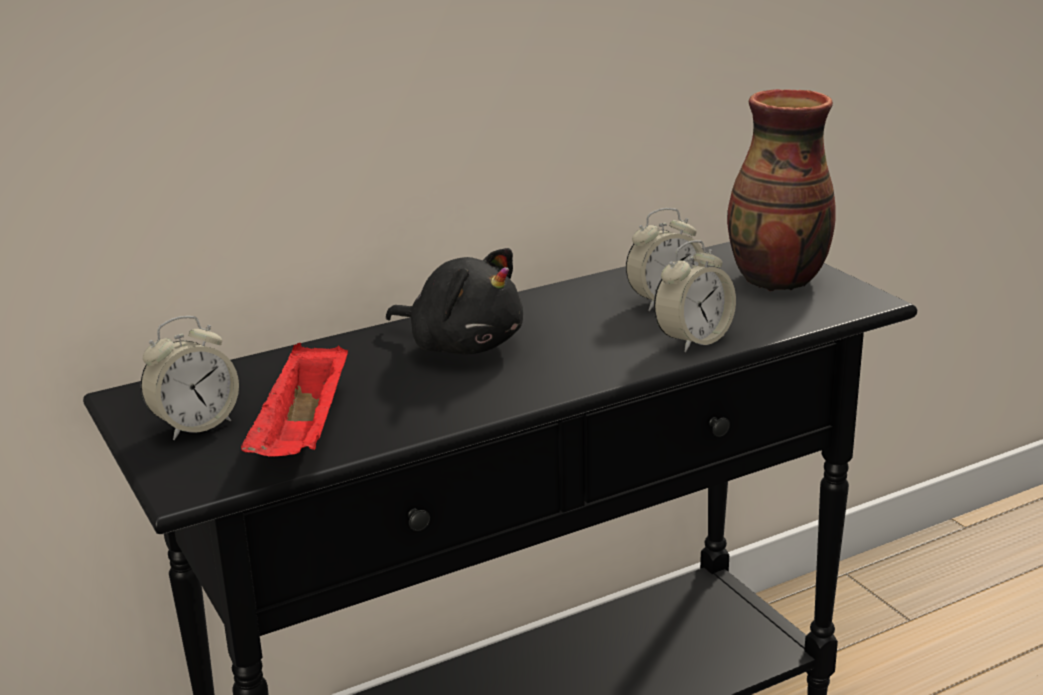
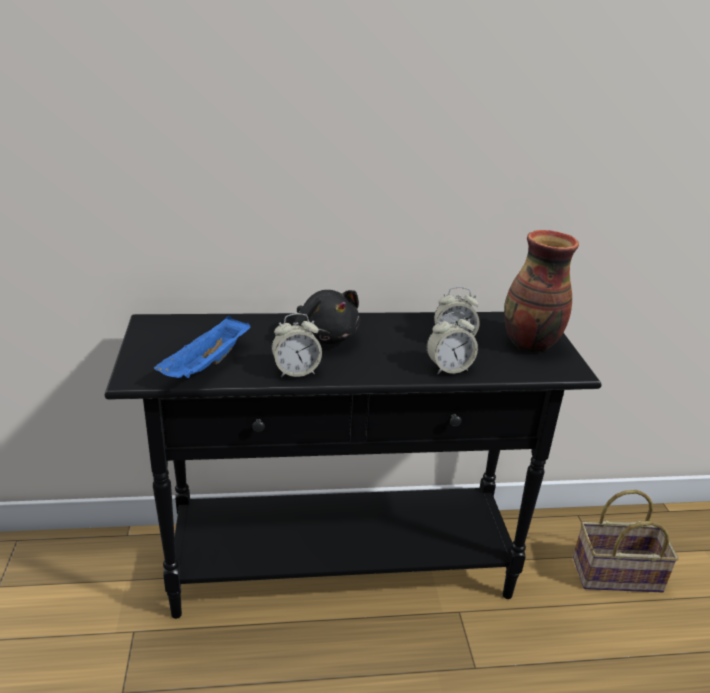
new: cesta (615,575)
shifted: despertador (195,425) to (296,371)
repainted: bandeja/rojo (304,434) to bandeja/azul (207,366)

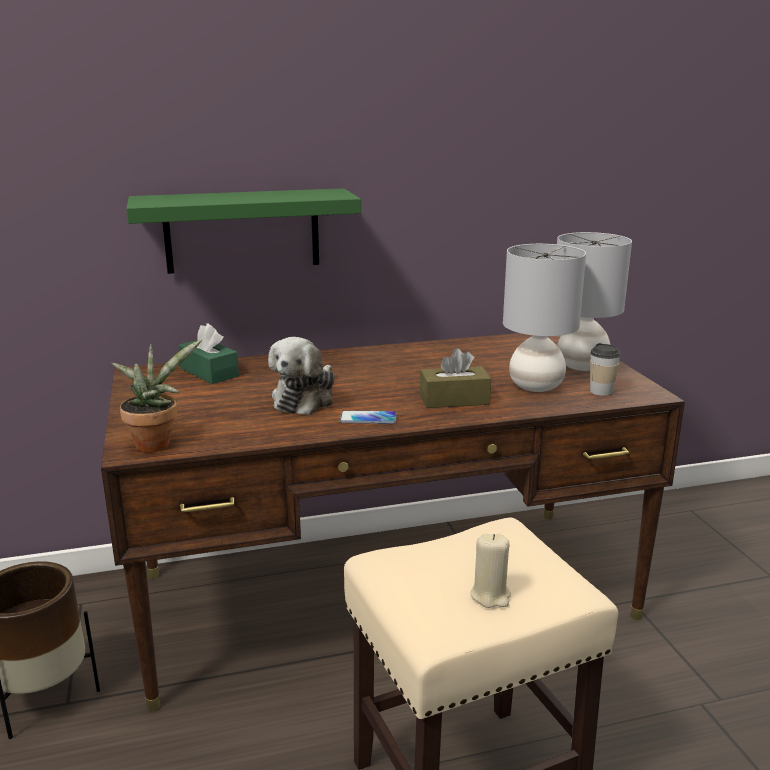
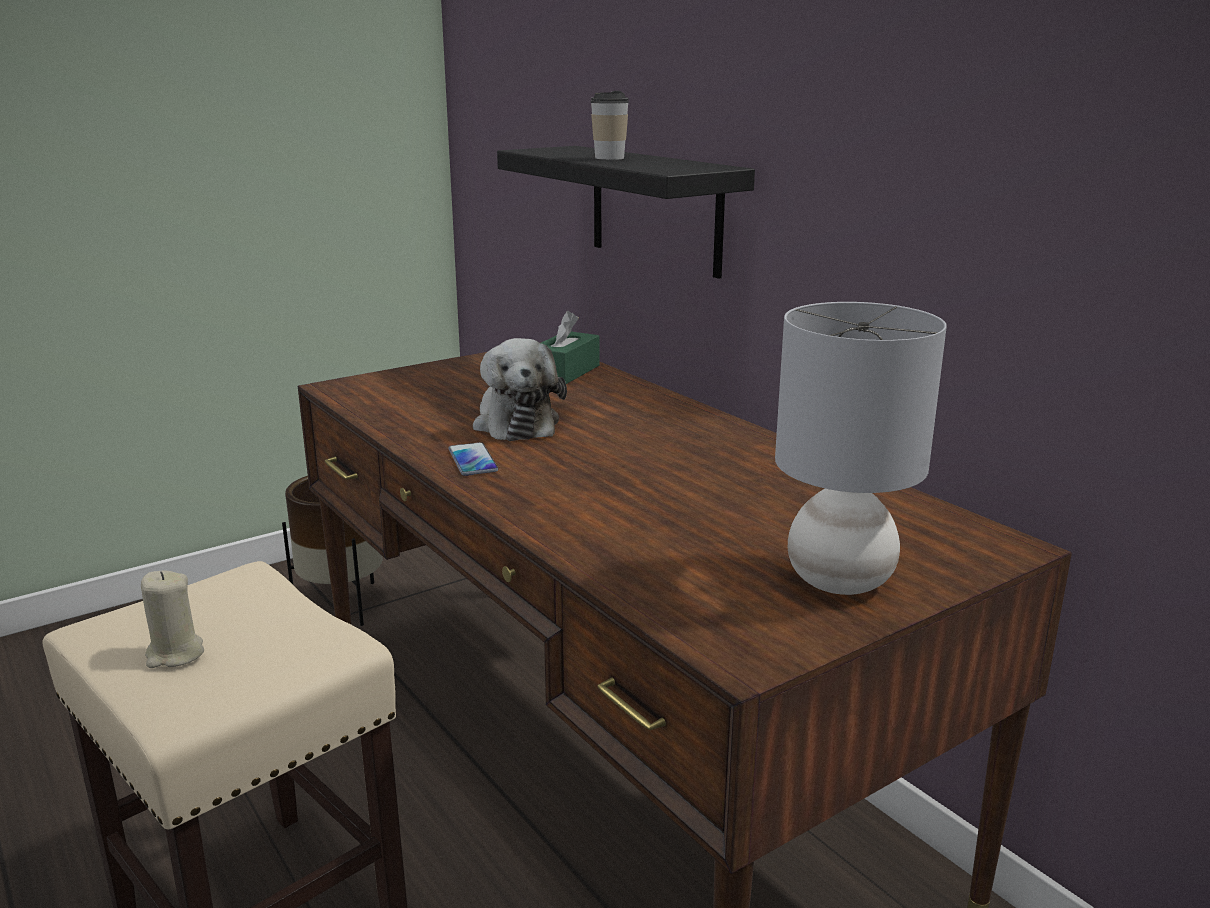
gone: lámpara de mesa/gris (536,386); planta en maceta (156,443); caja de pañuelos/marrón (454,400)
shifted: taza (601,391) to (609,158)
repainted: estante/verde (242,230) to estante/negro (655,209)
rotated: peluche (305,399) = (515,423) 105 degrees counterclockwise

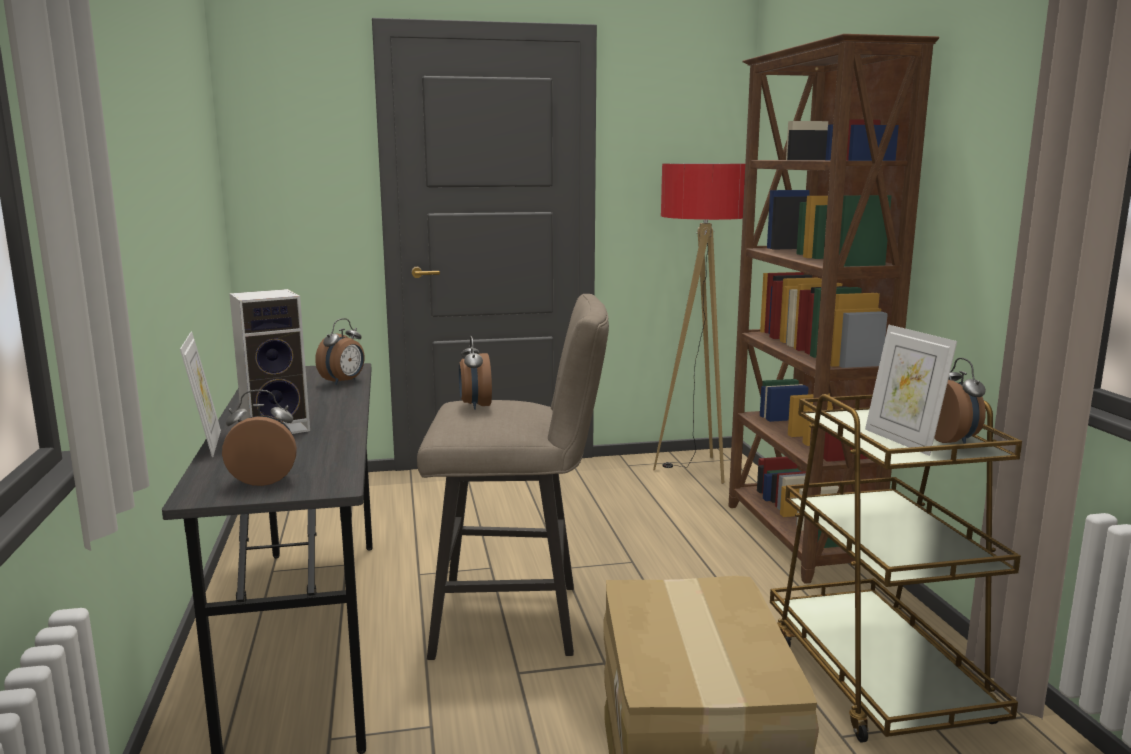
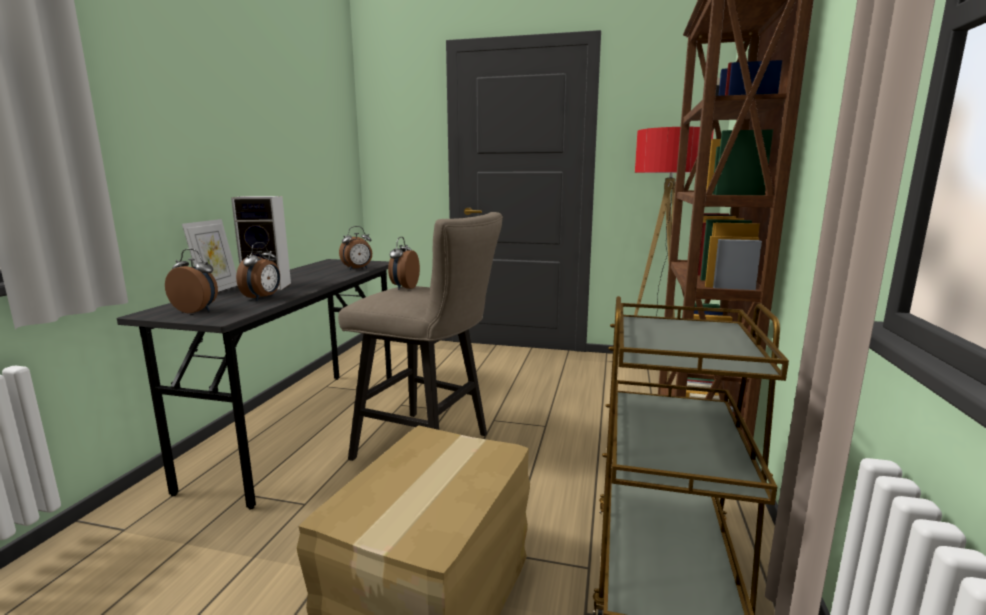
gone: portarretratos (903,441)
shifted: despertador (953,441) to (263,298)

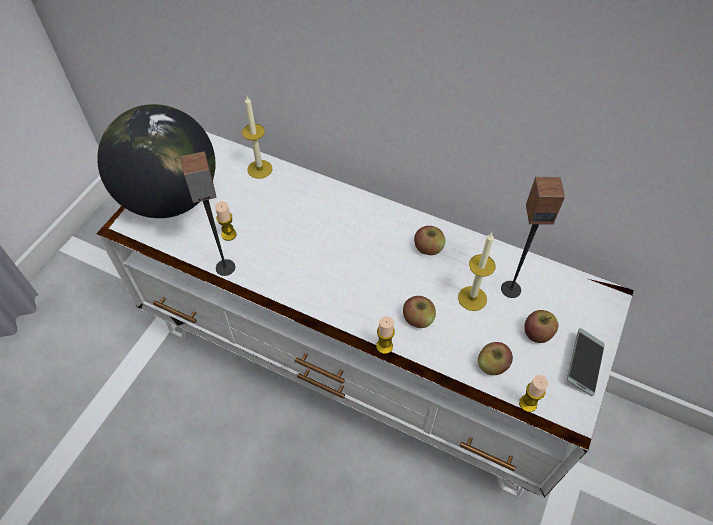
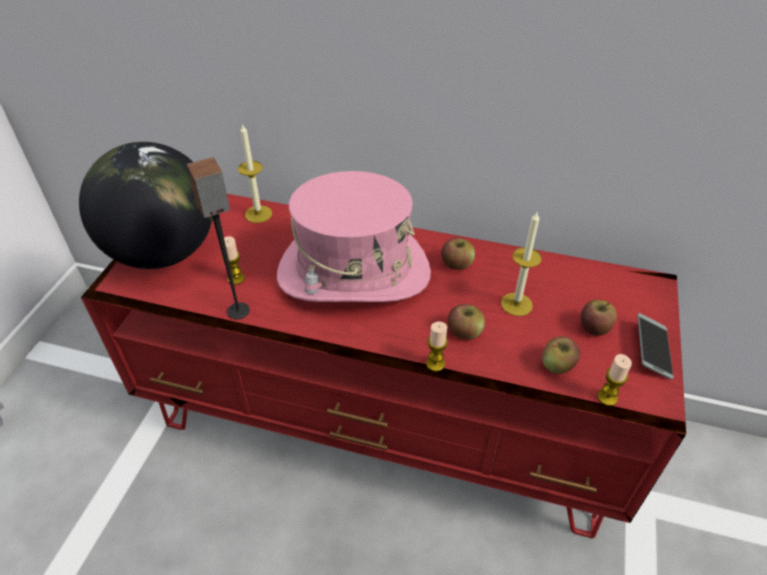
gone: altavoz (511,289)
new: sombrero/rosa (353,273)
repainted: mueble de televisión/blanco (357,362) to mueble de televisión/rojo (384,424)

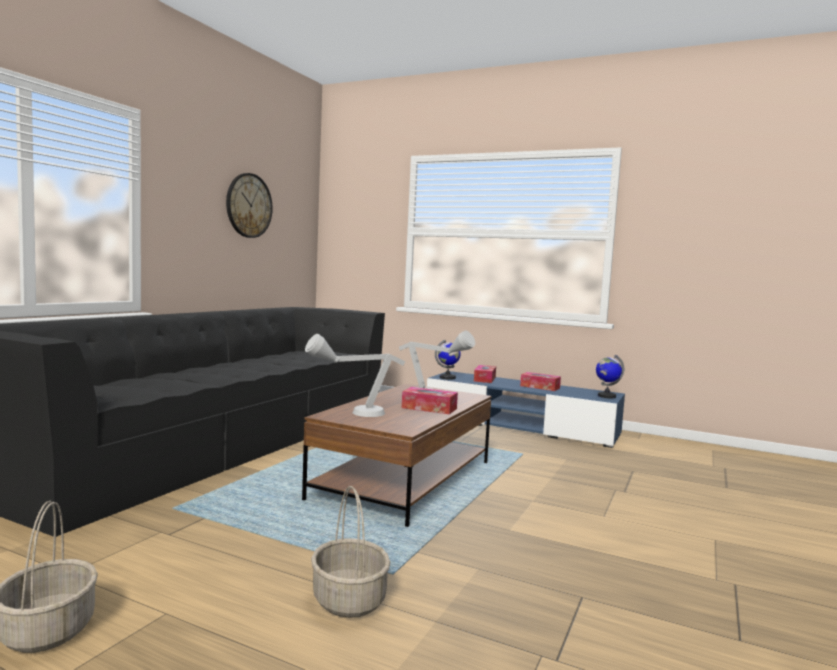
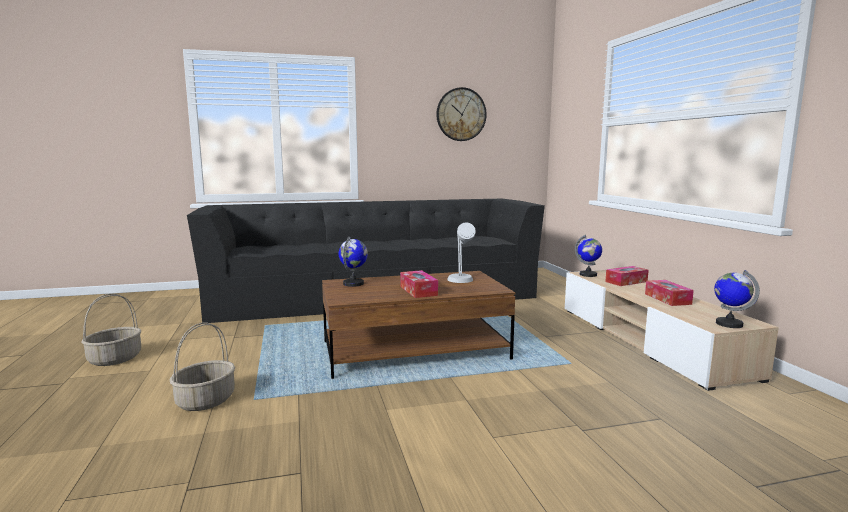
swapped: lámpara de mesa/gris (352,414) to globo terráqueo (353,284)
repainted: mueble de televisión/azul (520,426) to mueble de televisión/beis (648,340)

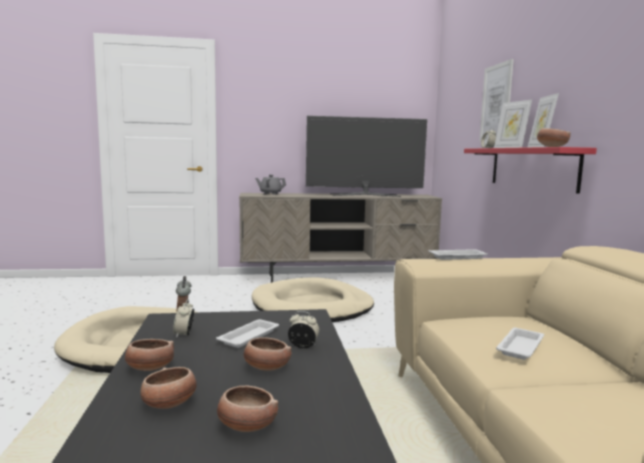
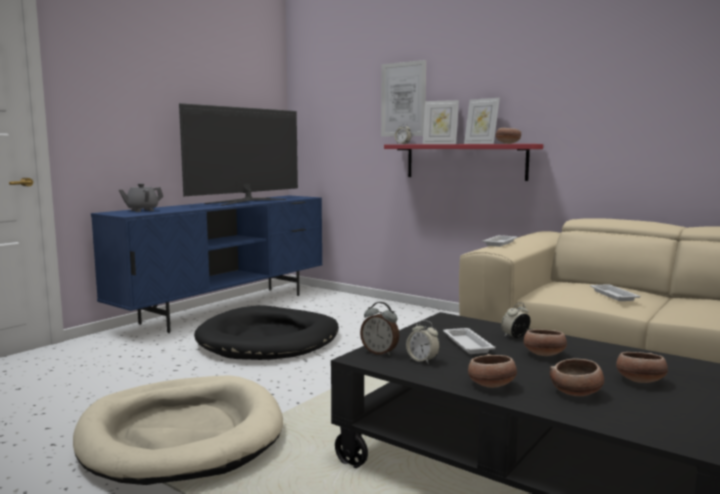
repainted: mueble de televisión/beis (338,279) to mueble de televisión/azul (227,308); cama para perro/beis (312,307) to cama para perro/negro (269,340)

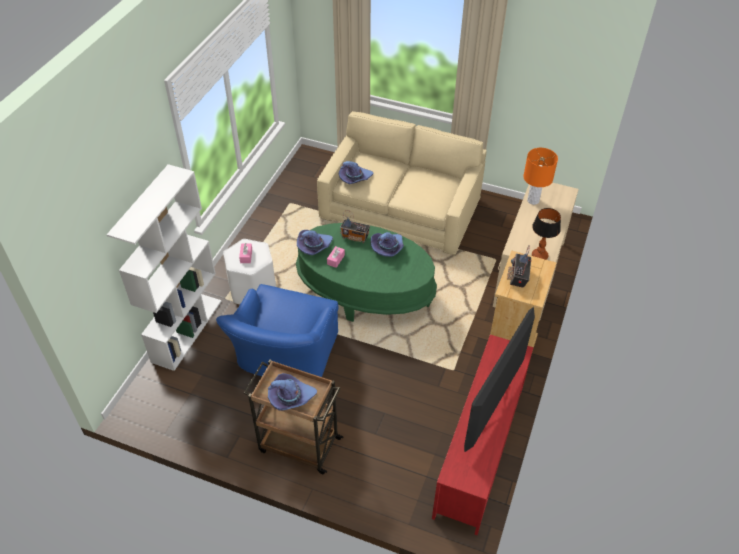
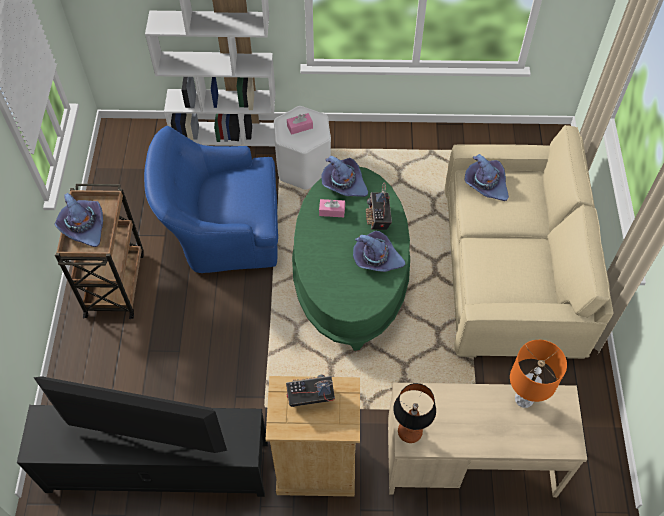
repainted: mueble de televisión/rojo (479,450) to mueble de televisión/negro (157,467)

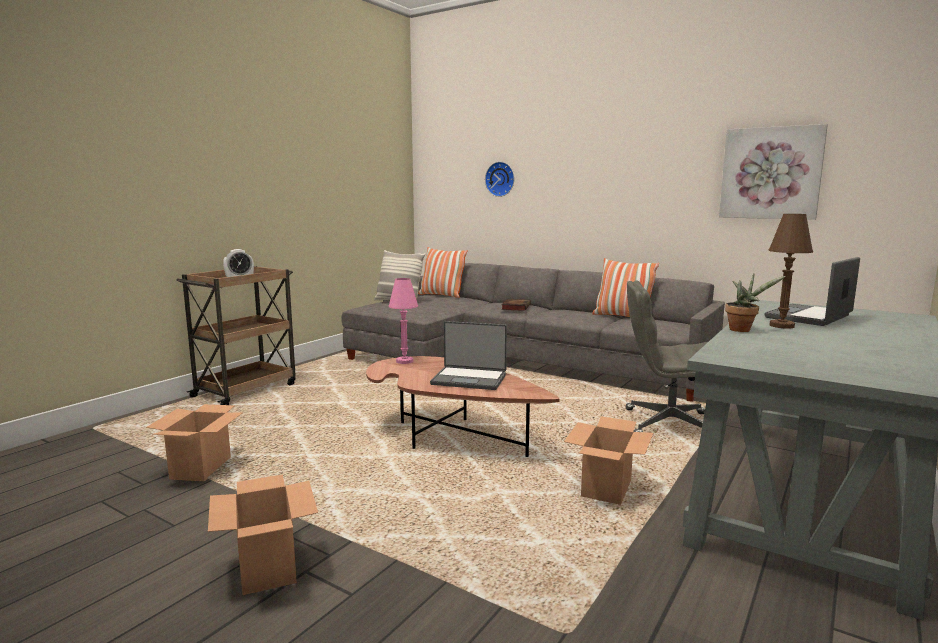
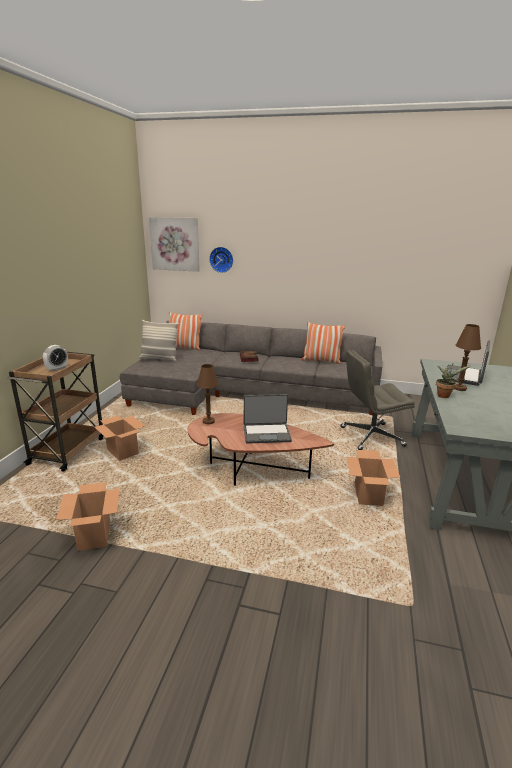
shifted: cuadro (770,173) to (175,244); caja de cartón (267,568) to (122,452)
repainted: lámpara de mesa/rosa (404,361) to lámpara de mesa/marrón (208,421)

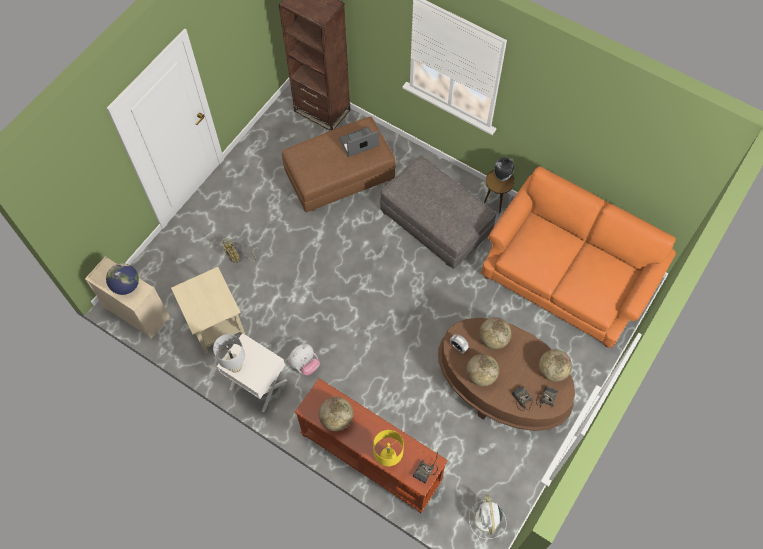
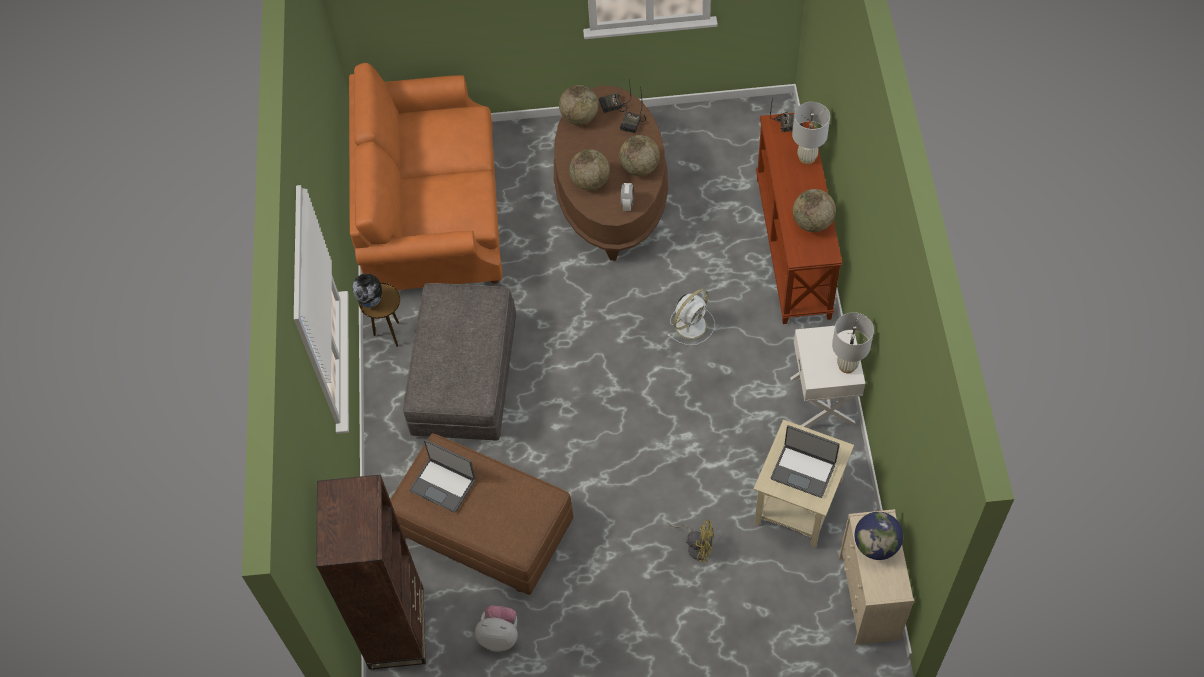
new: portátil (803,470)
shifted: peluche (304,364) to (499,635); ventilador/blanco (487,520) to (691,324)
repainted: lámpara de mesa/amarillo (388,459) to lámpara de mesa/blanco (807,157)

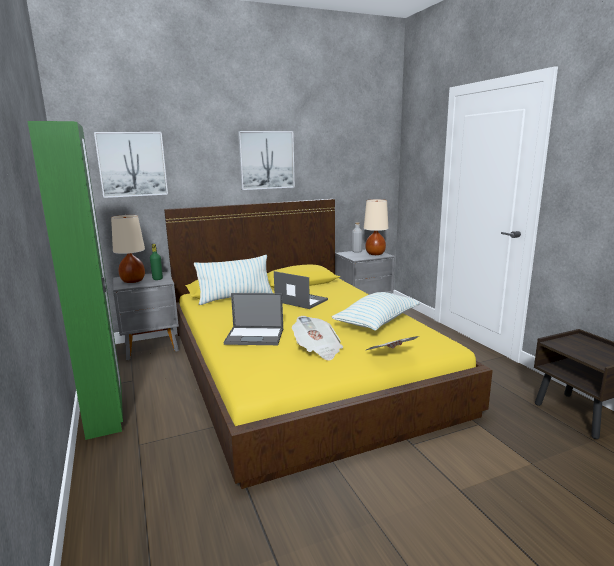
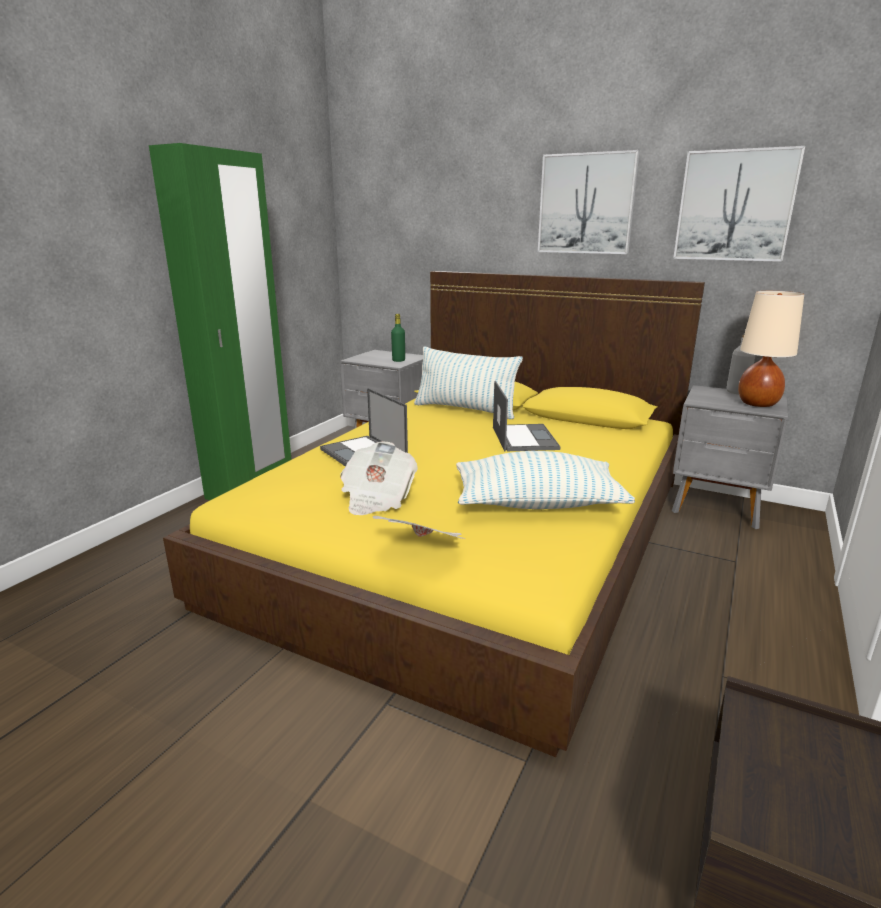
gone: lámpara de mesa/beis (133,281)
shifted: cuadro (132,164) to (735,206)

